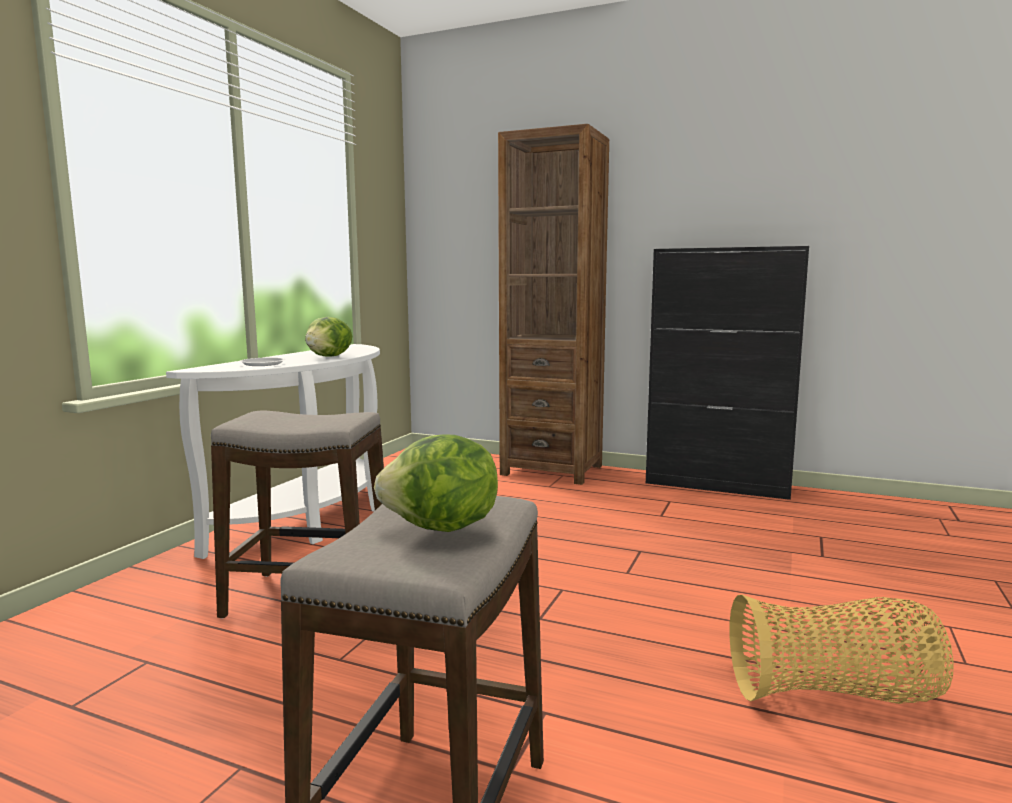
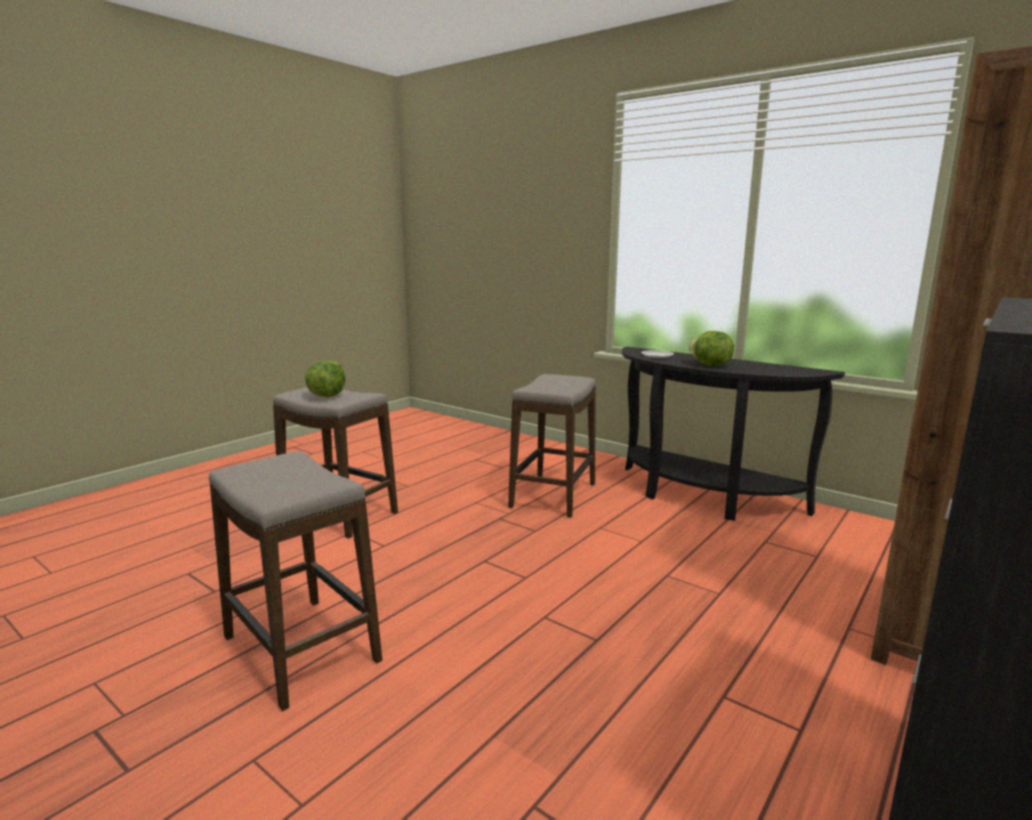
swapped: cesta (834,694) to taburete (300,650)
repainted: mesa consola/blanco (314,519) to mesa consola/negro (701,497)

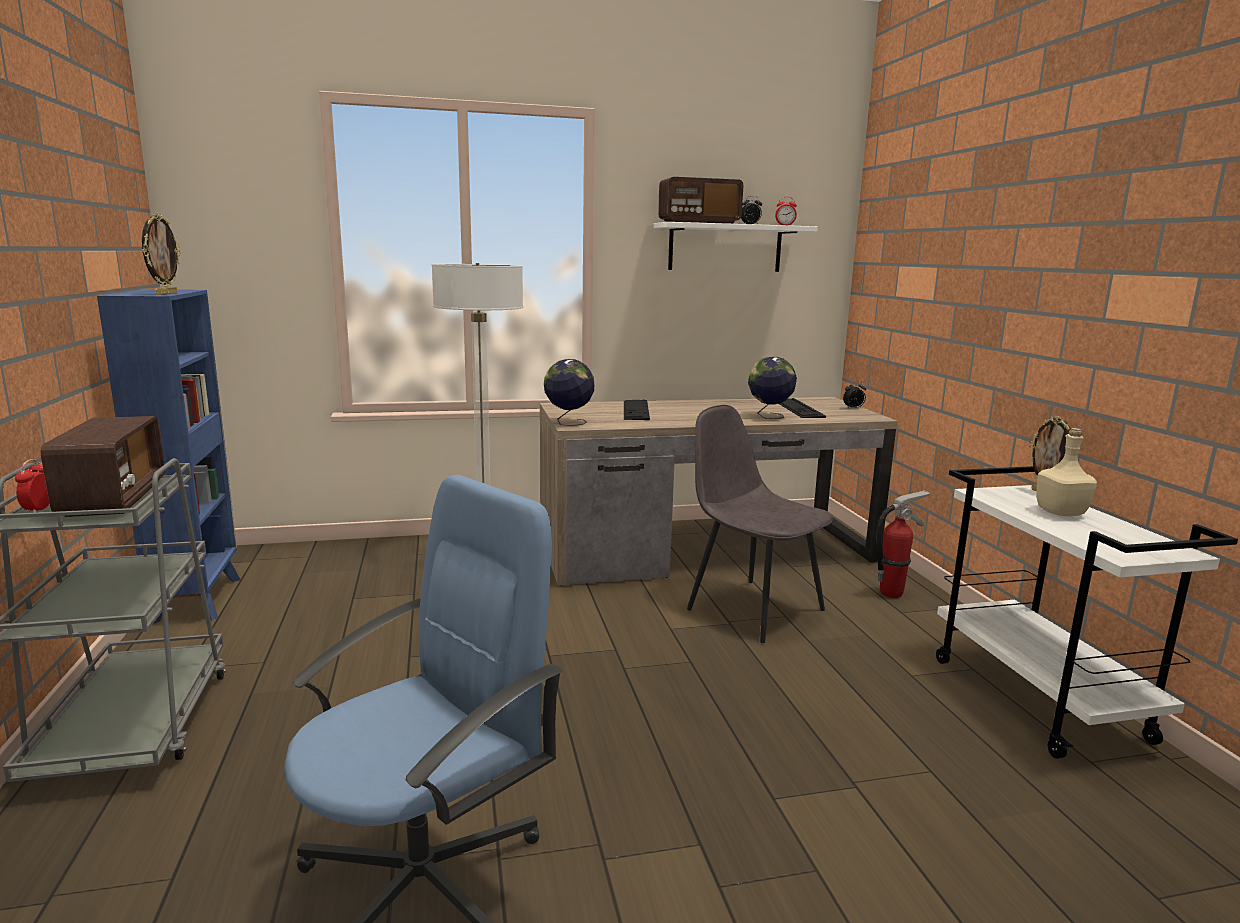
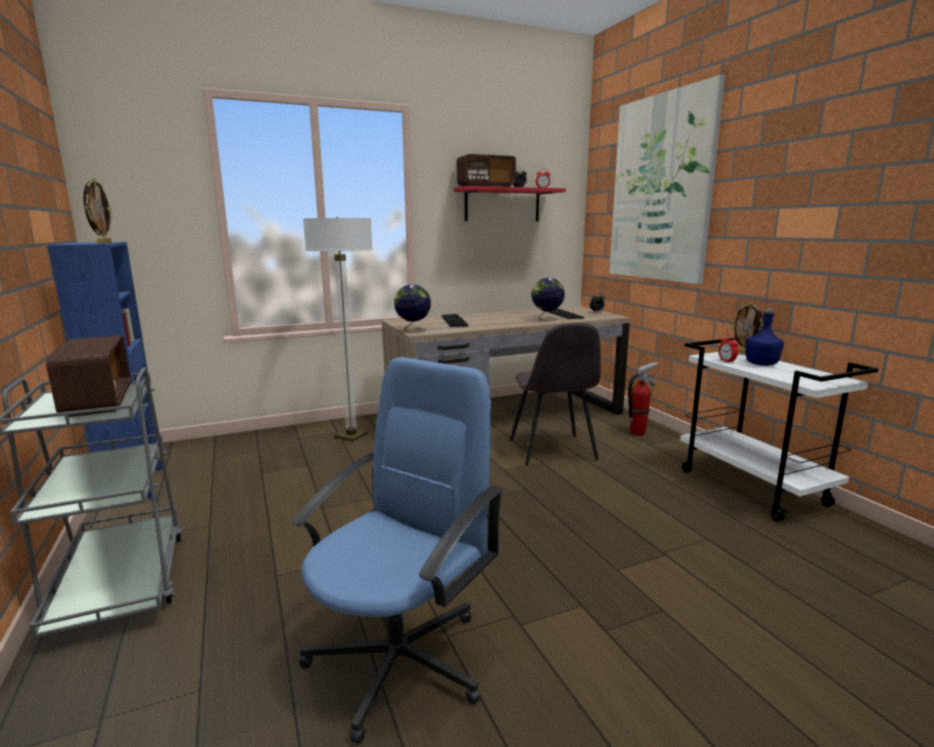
new: cuadro (660,189)
shifted: despertador (38,510) to (726,361)
repainted: estante/blanco (725,248) to estante/rojo (502,205); botella/beis (1061,513) to botella/azul (762,364)
rotated: silla/gris (752,608) = (552,451) 135 degrees counterclockwise

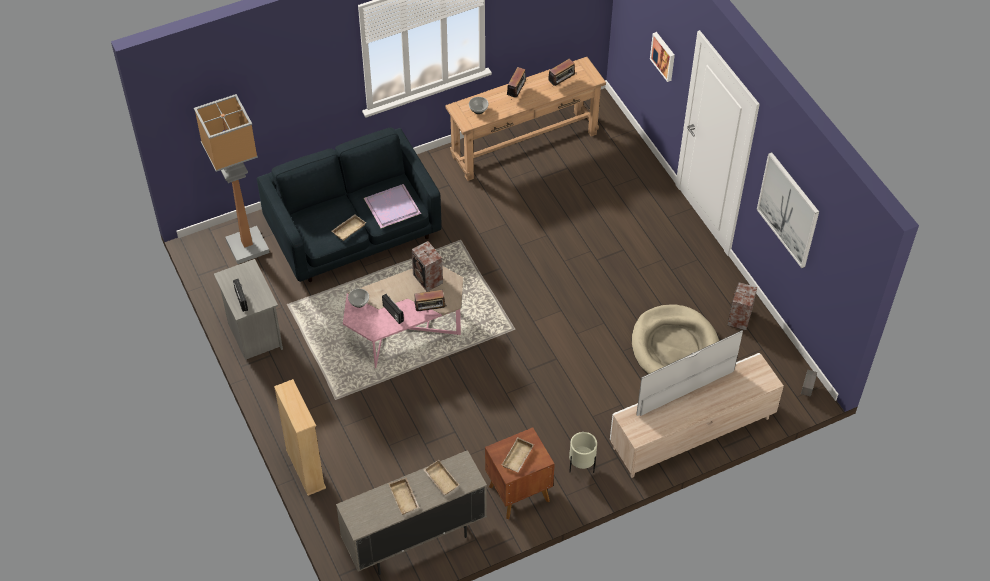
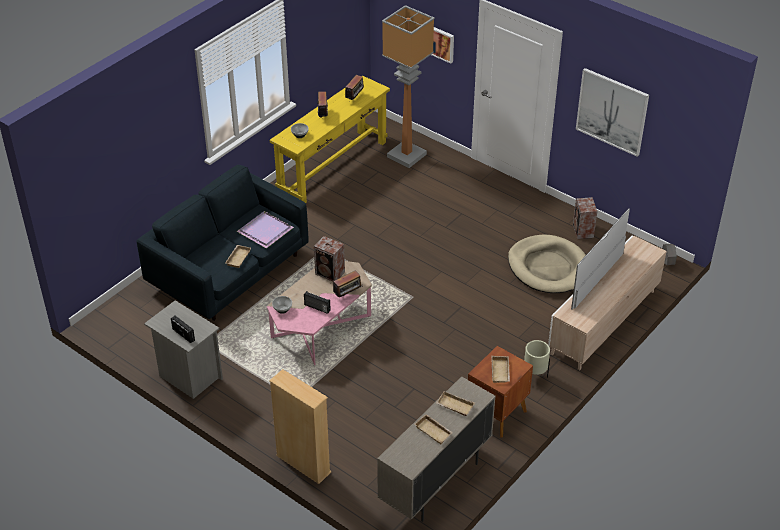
shifted: lámpara de pie (248,245) to (406,155)
repainted: mesa consola/marrón (524,145) to mesa consola/amarillo (333,166)

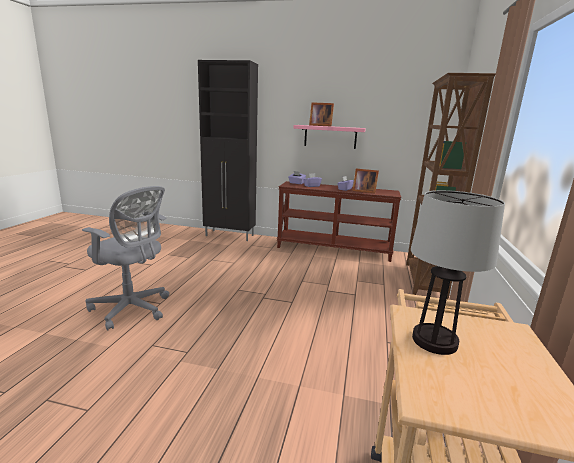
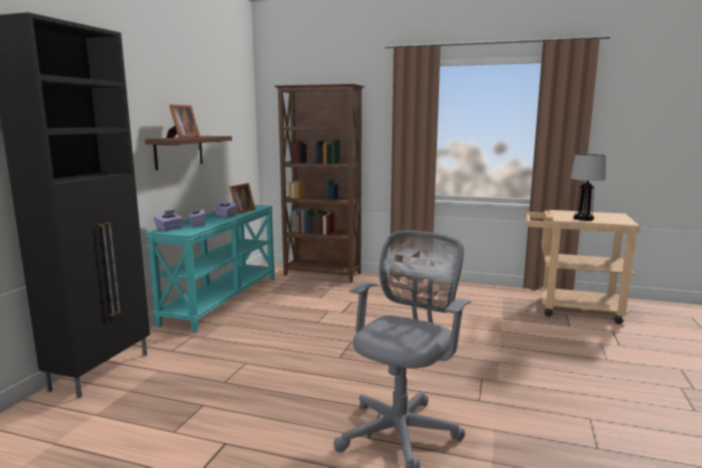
repainted: estante/rosa (330,136) to estante/marrón (179,152); mesa consola/marrón (334,249) to mesa consola/turquesa (222,300)

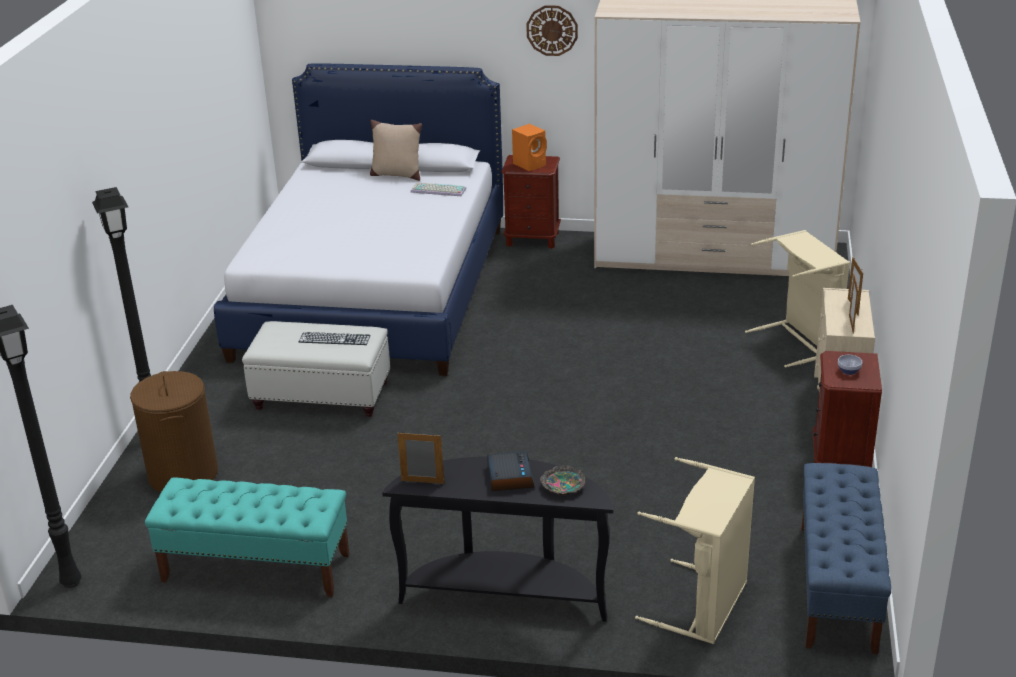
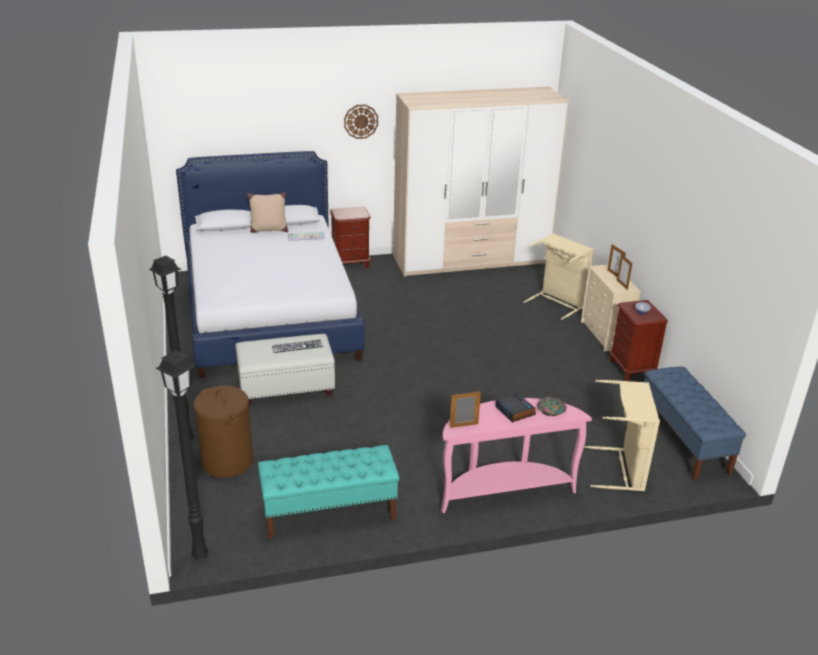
gone: altavoz/naranja (530,164)
repainted: mesa consola/negro (506,593) to mesa consola/rosa (503,490)

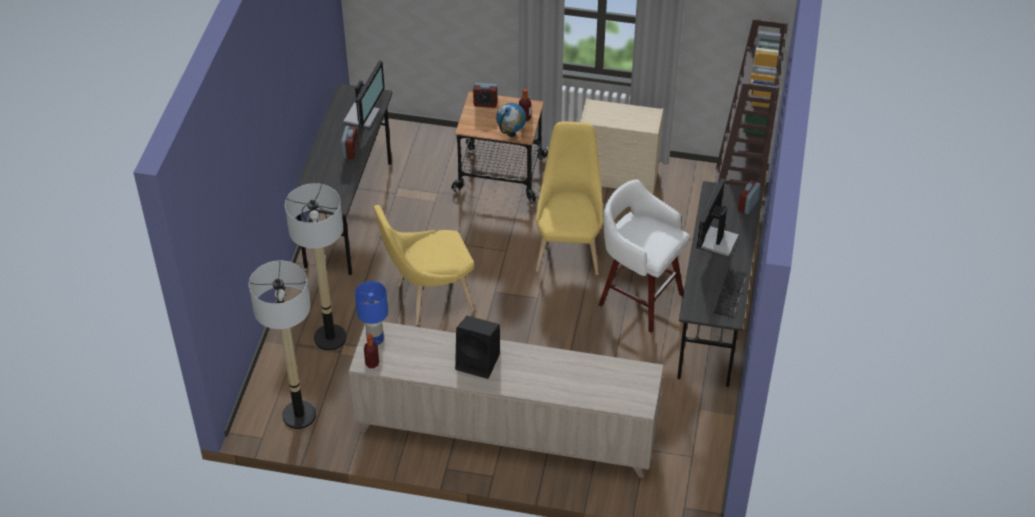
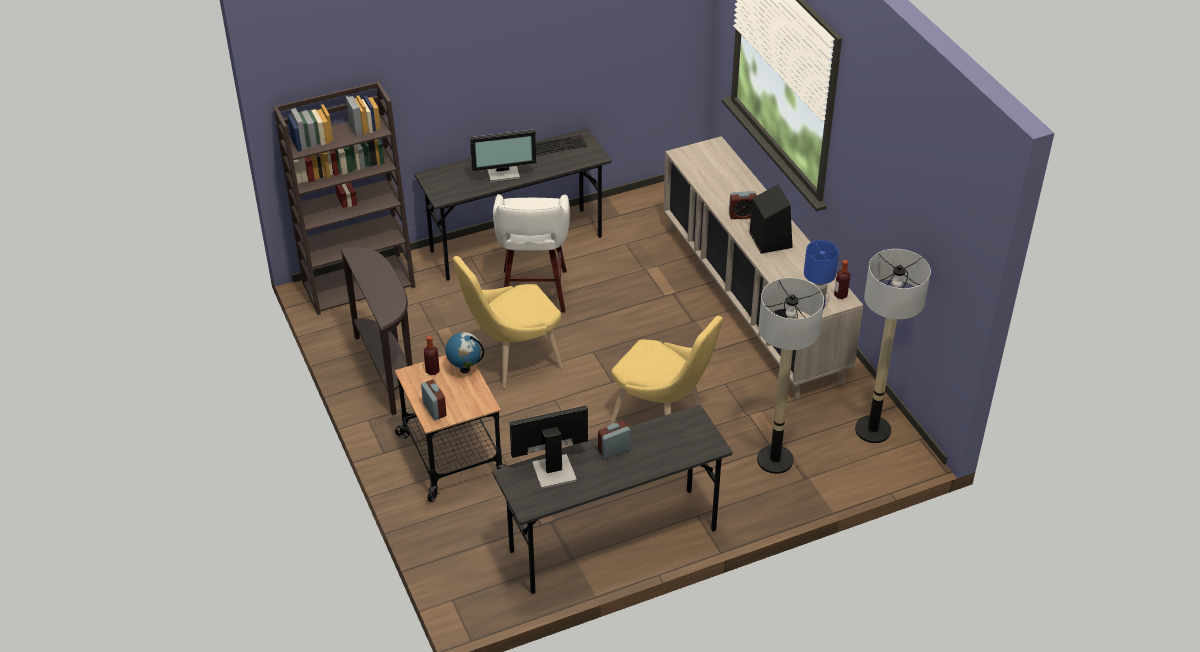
shifted: despertador (747,205) to (742,215)
swapped: cómoda/beis (618,178) to mesa consola/marrón (388,370)

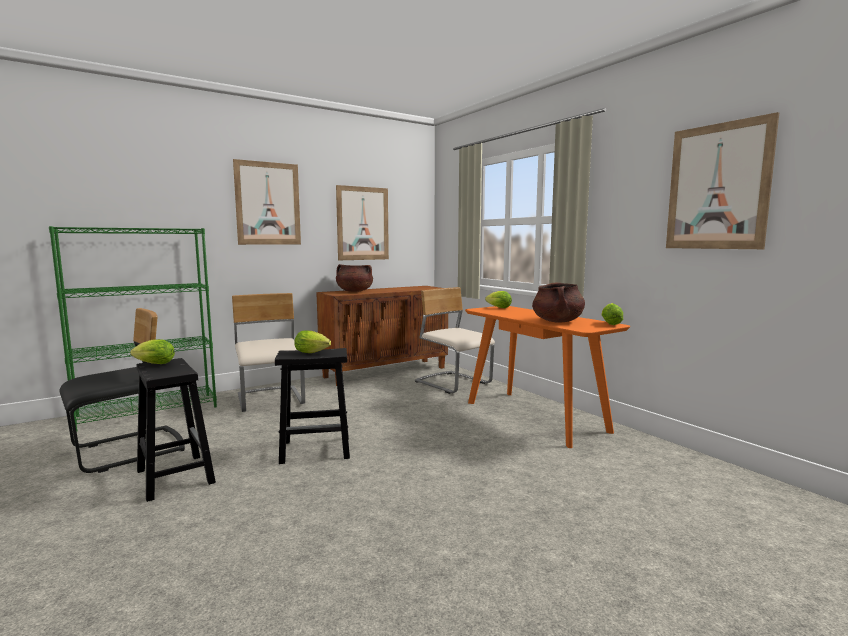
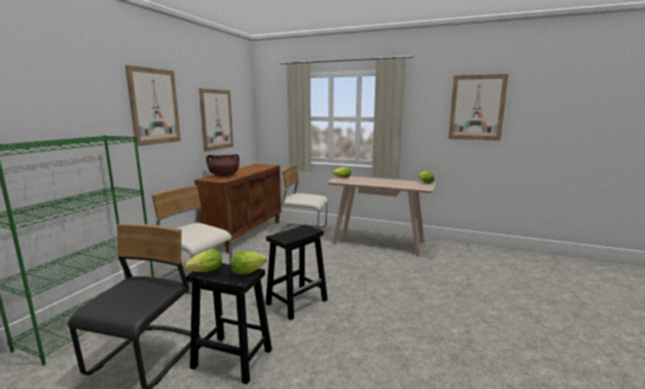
gone: olla/marrón (557,321)
shifted: lechuga (313,353) to (249,271)
repainted: mesa consola/naranja (535,416) to mesa consola/beis (378,242)

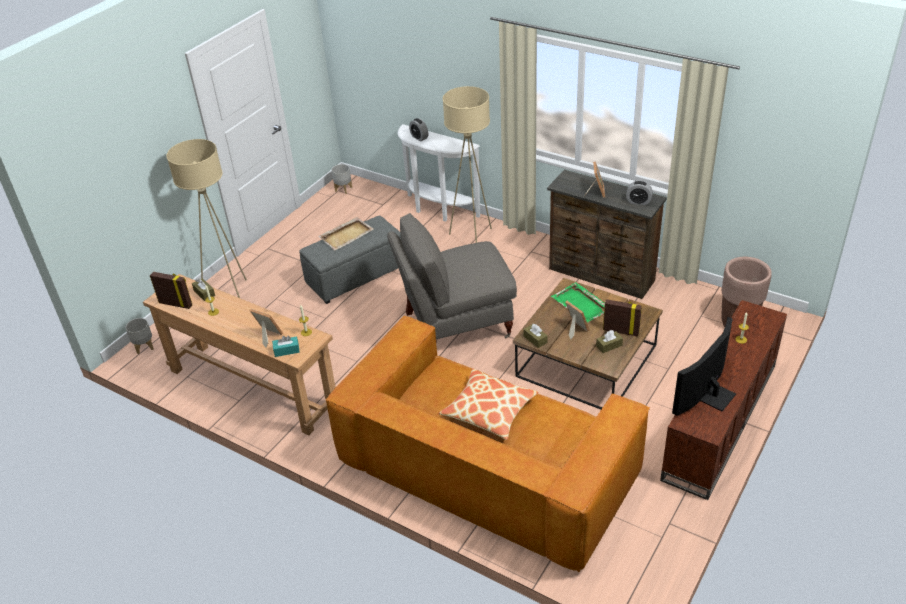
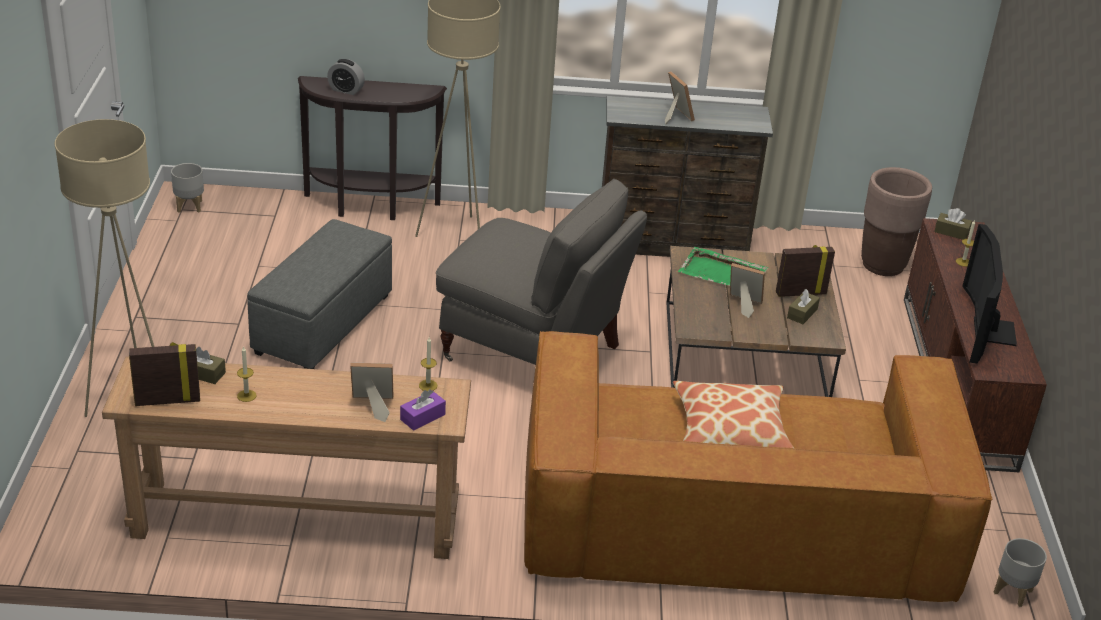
gone: despertador (638,201); bandeja/beis (347,235)
shifted: maceta/gris (144,347) to (1013,592); caja de pañuelos/marrón (535,339) to (951,232)
repainted: mesa consola/blanco (438,210) to mesa consola/marrón (370,207); caja de pañuelos/turquesa (286,350) to caja de pañuelos/morado (422,417)
rotated: sillón/gris (455,325) = (533,354) 105 degrees counterclockwise

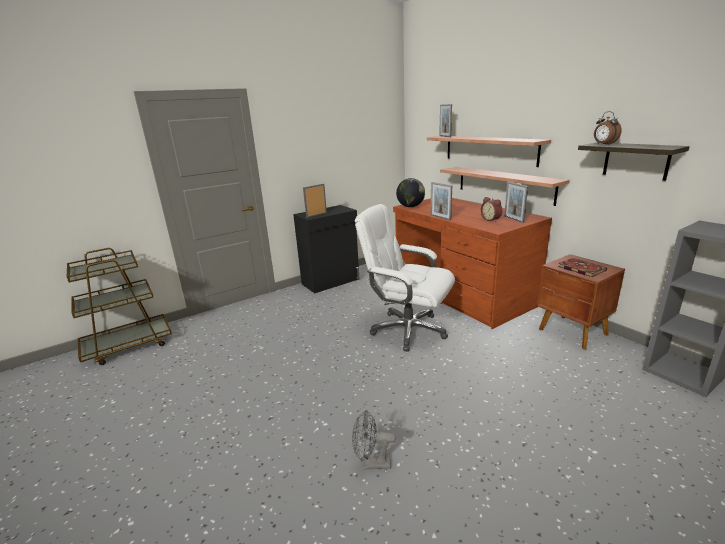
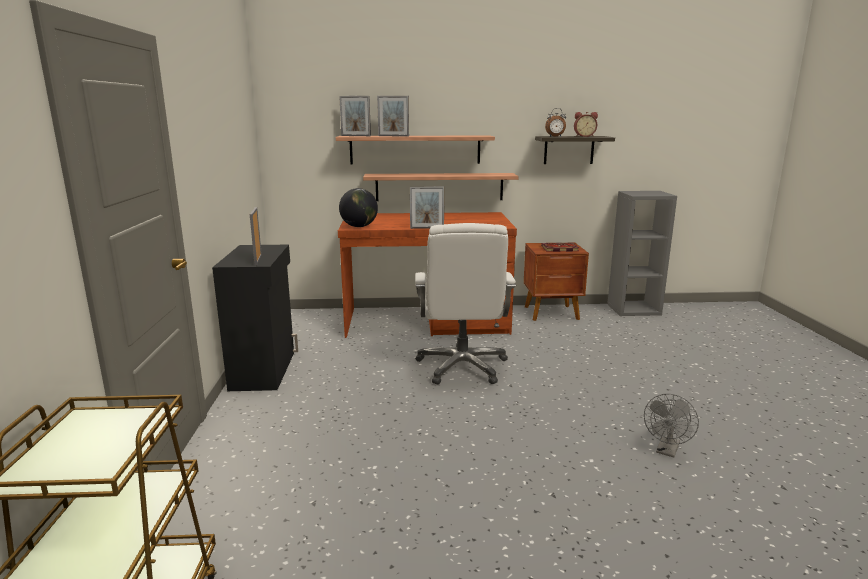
shifted: portarretratos (513,219) to (393,136); despertador (491,219) to (584,136)
rotated: silla de oficina/blanco (407,330) = (462,366) 60 degrees counterclockwise

